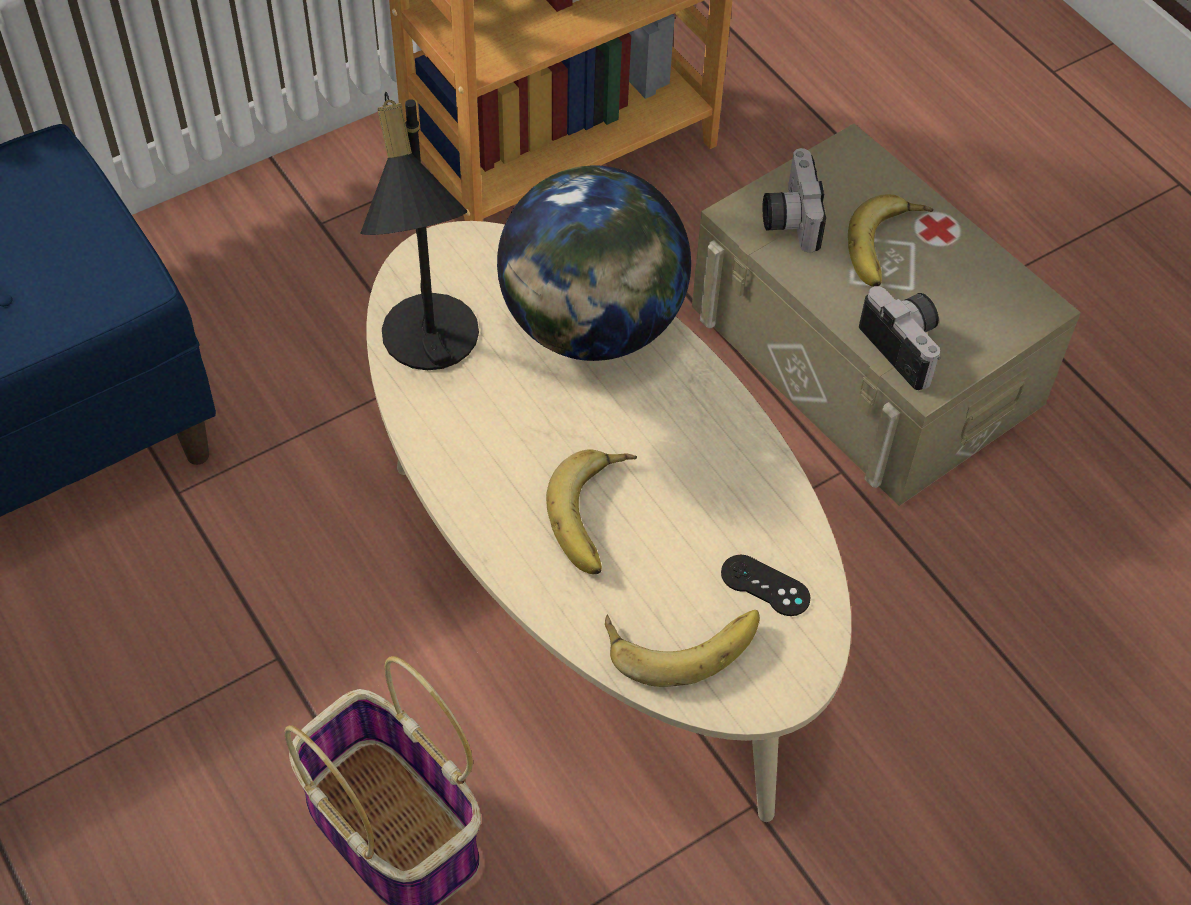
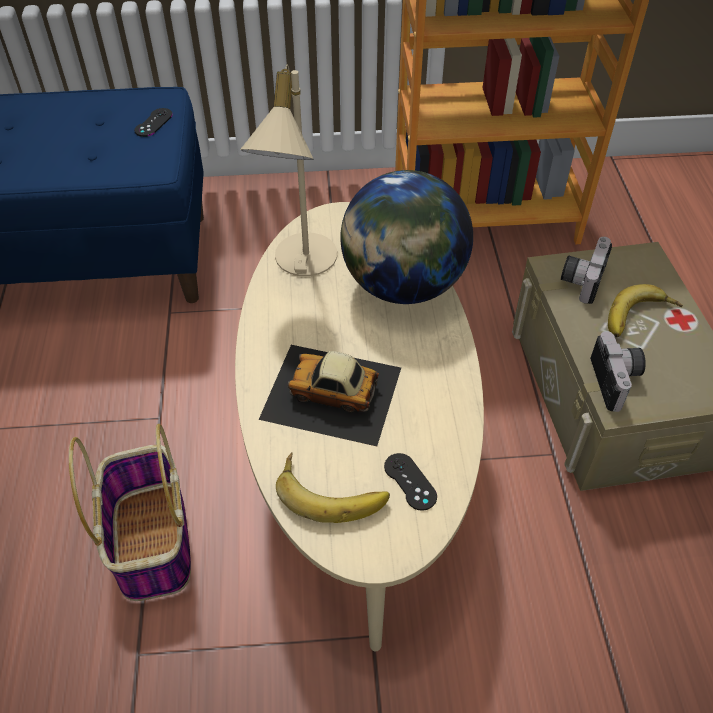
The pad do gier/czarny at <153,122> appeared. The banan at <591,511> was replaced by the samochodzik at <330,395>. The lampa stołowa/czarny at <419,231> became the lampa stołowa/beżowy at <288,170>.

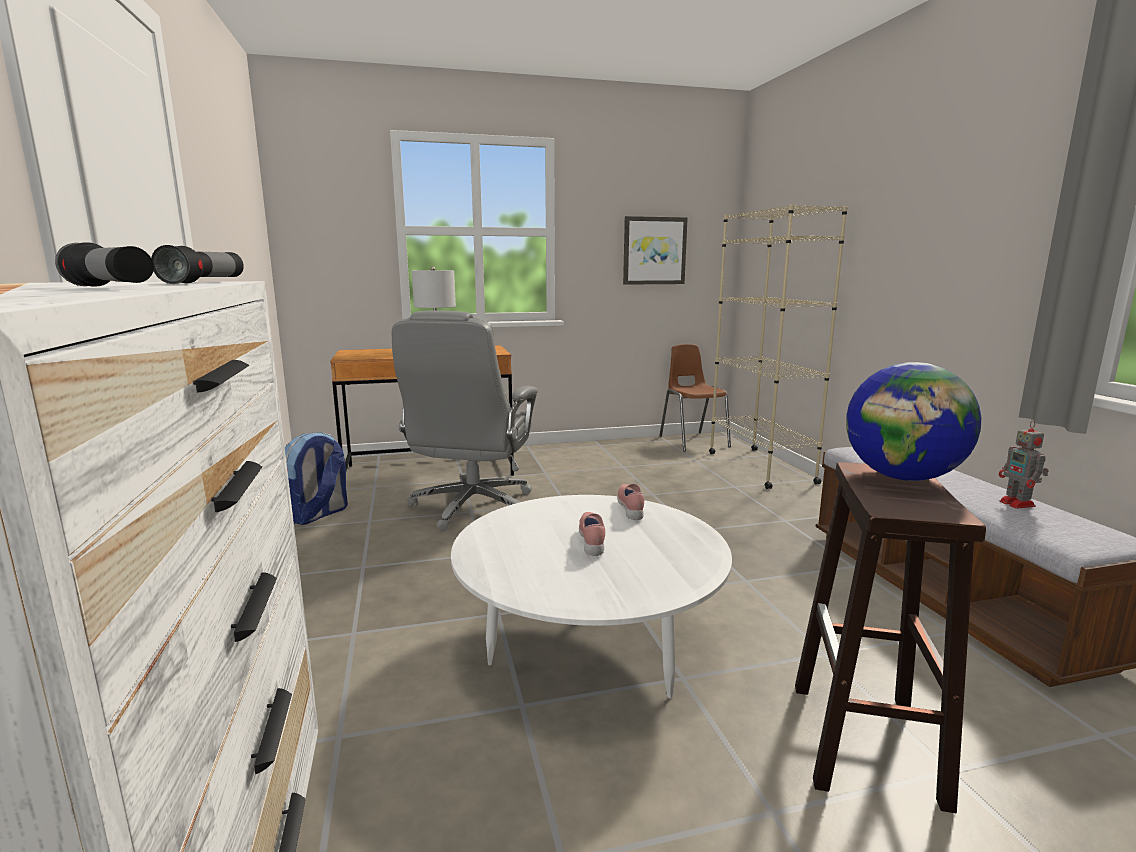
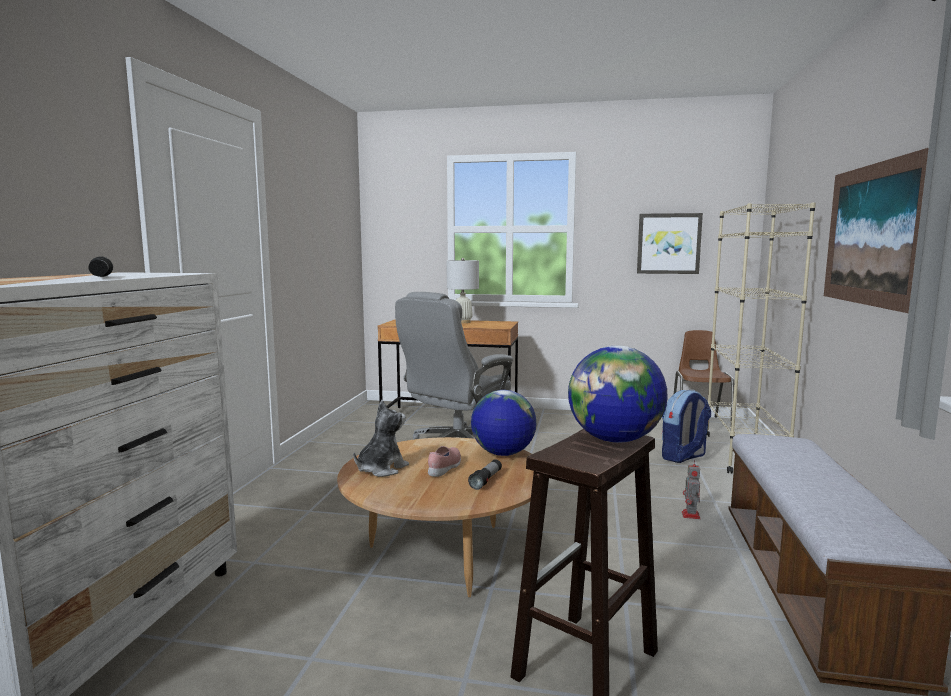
The pluszak at <381,438> appeared. The obraz at <876,230> appeared. The latarka moved from <197,264> to <485,474>. The plecak moved from <316,478> to <686,426>. The robot zabawkowy moved from <1024,465> to <691,489>. The but/różowy at <630,502> was replaced by the globus at <503,423>. The ława/biały at <591,597> became the ława/brązowy at <435,517>.

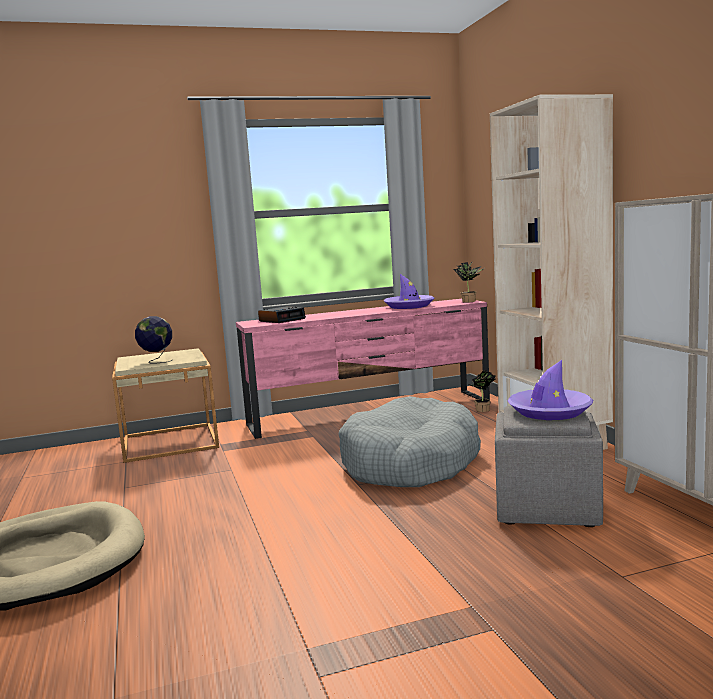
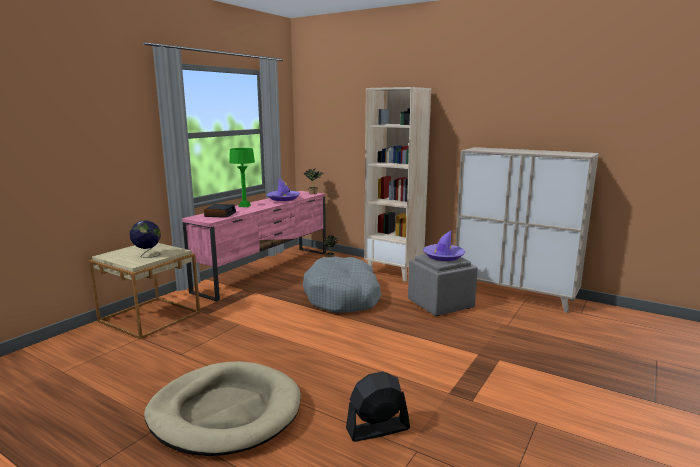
The lampa stołowa/zielony at <242,177> appeared. The wentylator/czarny at <378,407> appeared.

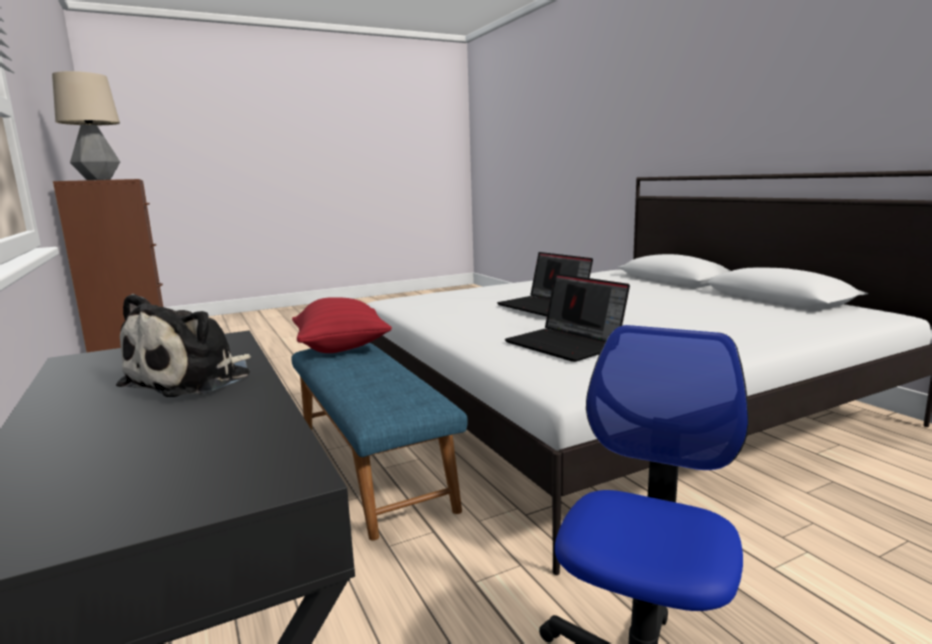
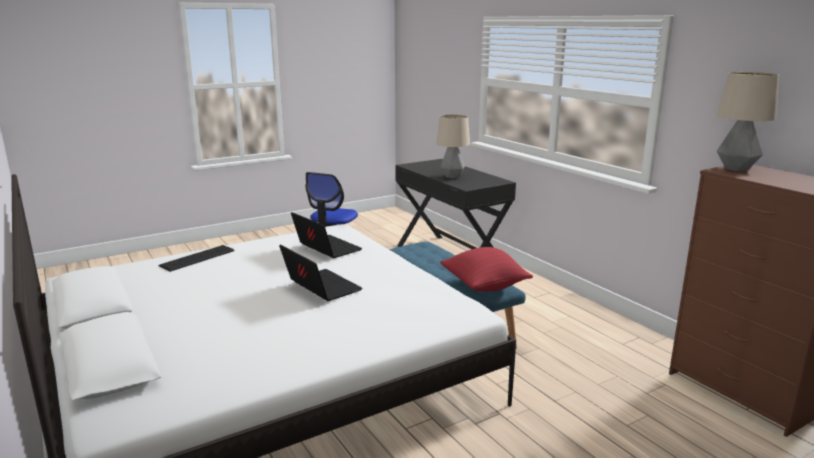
The klawiatura at <196,258> appeared. The pluszak at <183,345> was replaced by the lampa stołowa at <453,146>.

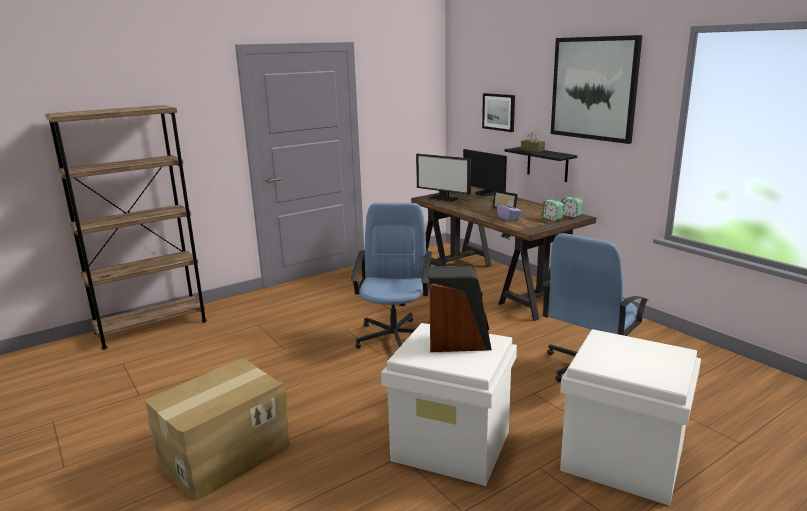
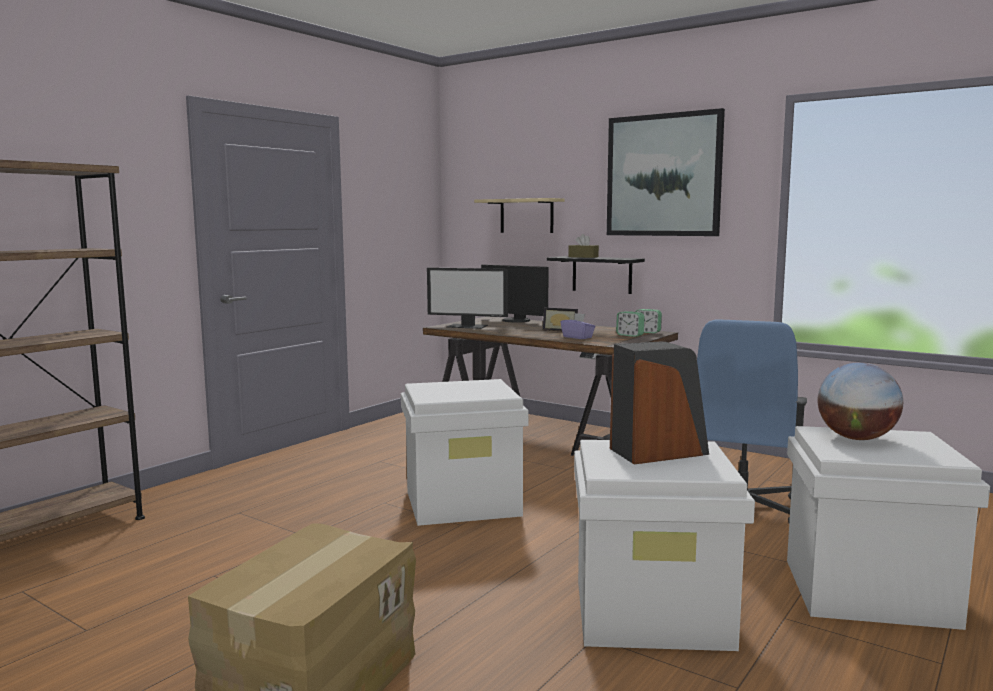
The globus at <860,401> appeared. The krzesło biurowe/niebieski at <391,276> was replaced by the pojemnik do przechowywania/biały at <465,452>. The obraz at <498,112> was replaced by the półka/beżowy at <519,215>.

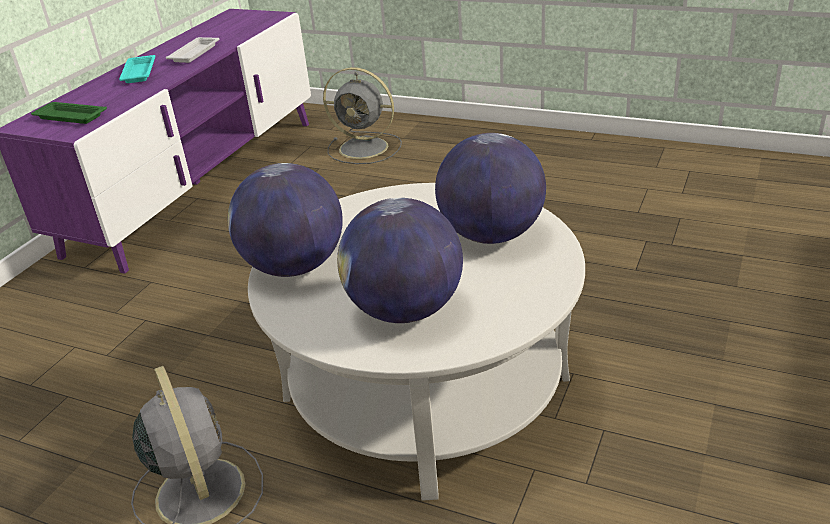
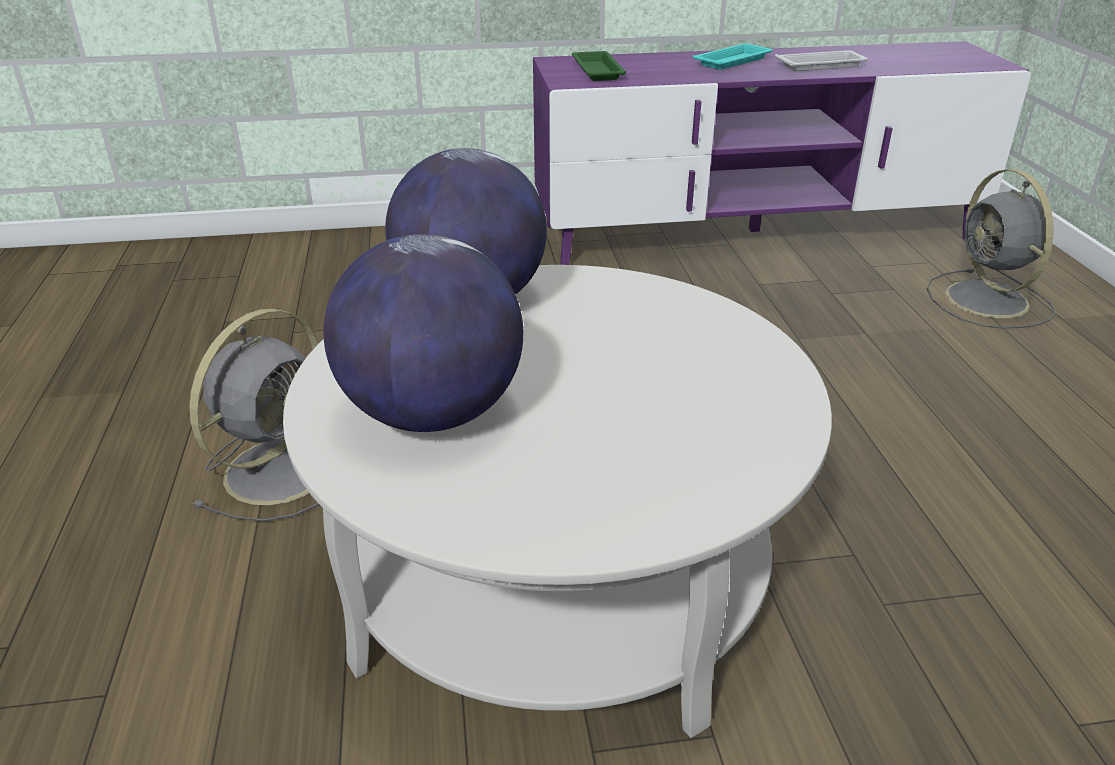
The globus at <490,188> disappeared.

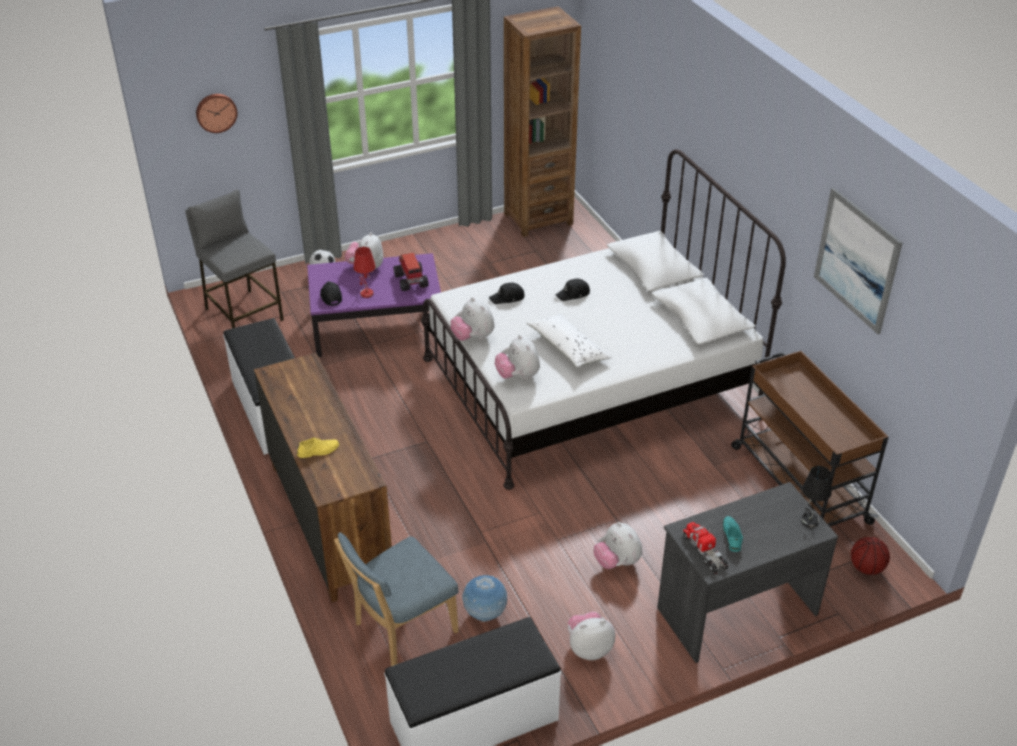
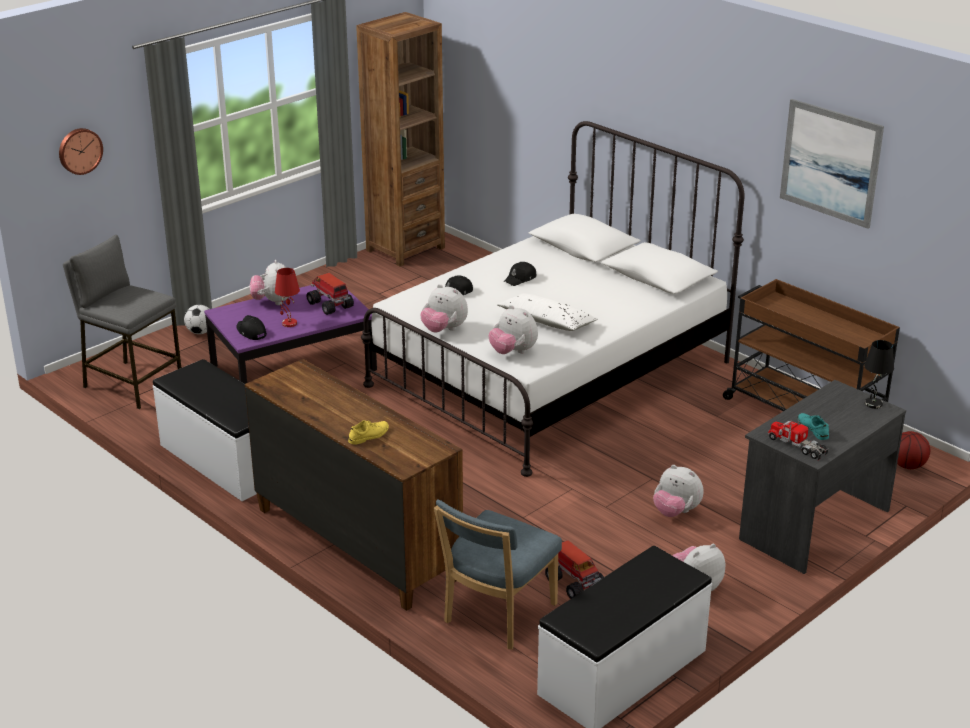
The globus at <484,598> was replaced by the ciężarówka zabawkowa at <574,569>.

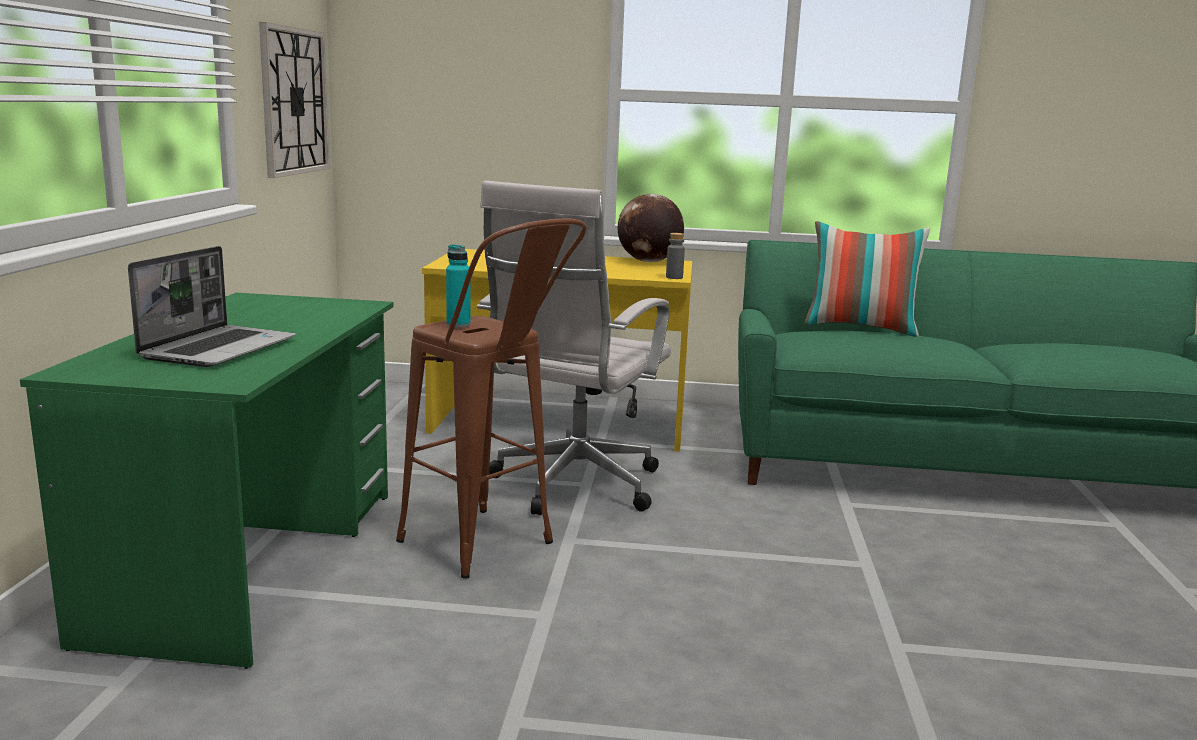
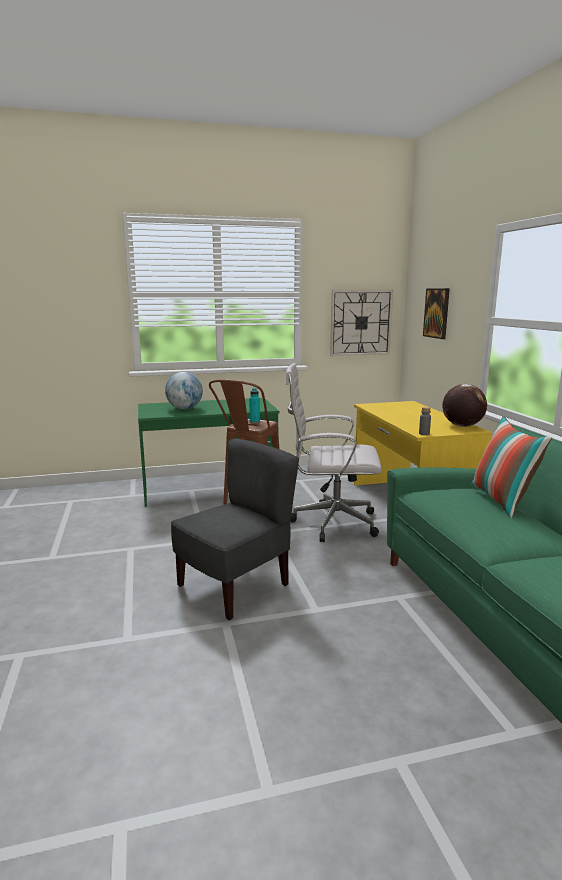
The krzesło/szary at <235,529> appeared. The obraz at <436,313> appeared. The laptop at <212,306> was replaced by the globus at <184,390>.

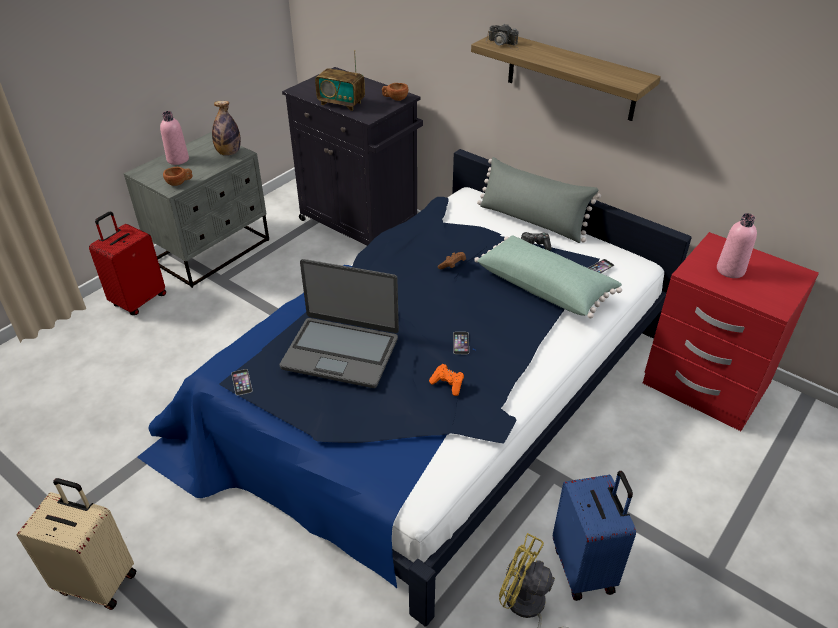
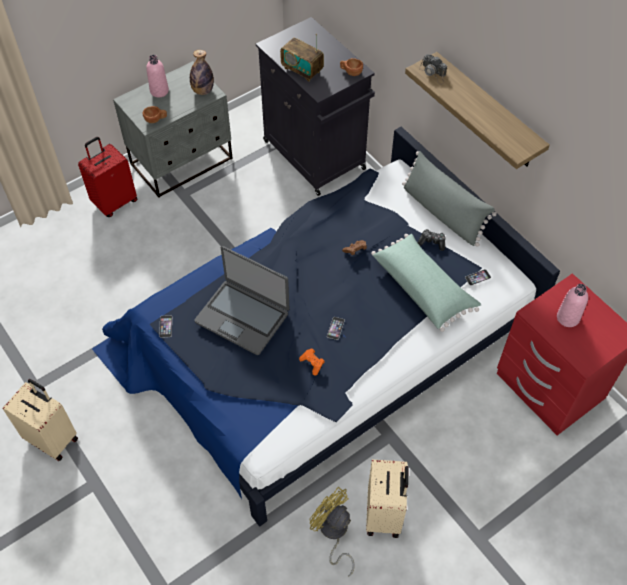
The walizka/niebieski at <594,536> became the walizka/beżowy at <387,498>.

